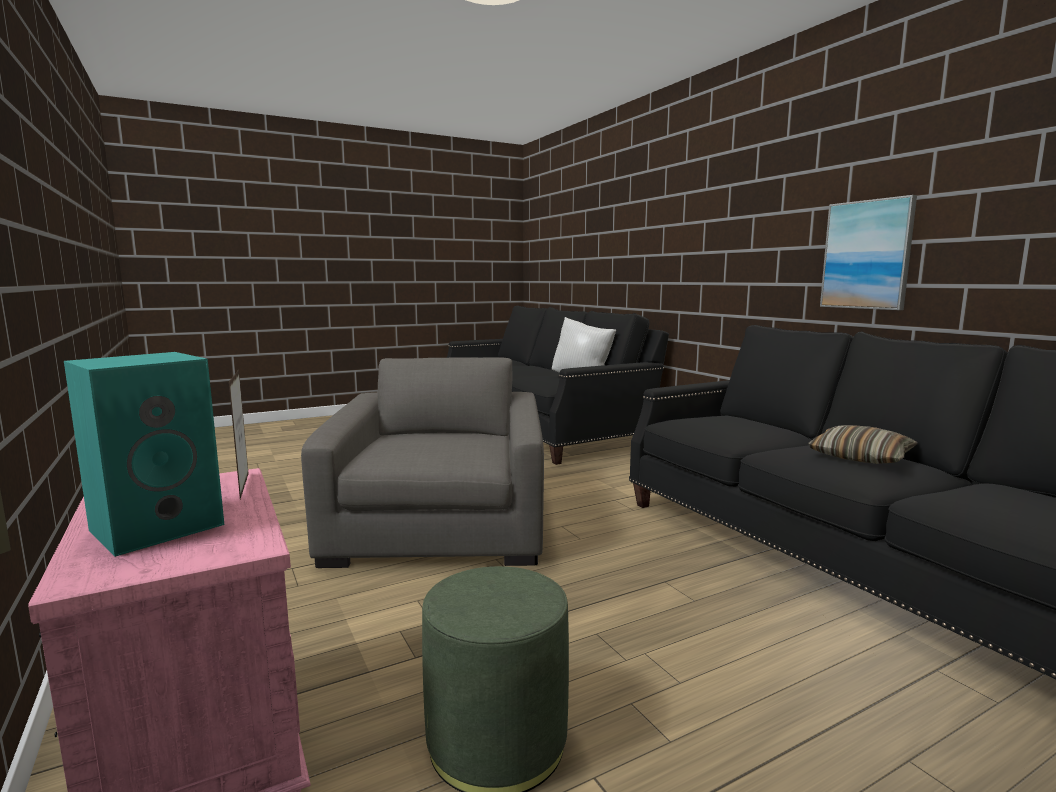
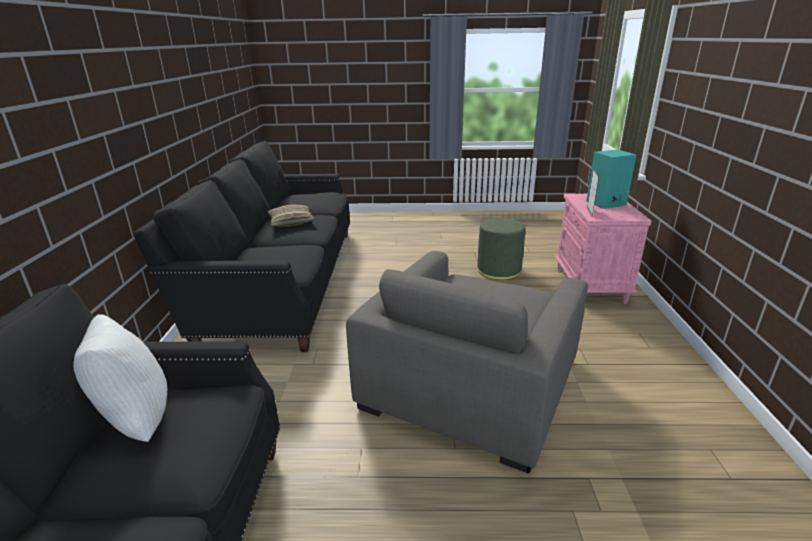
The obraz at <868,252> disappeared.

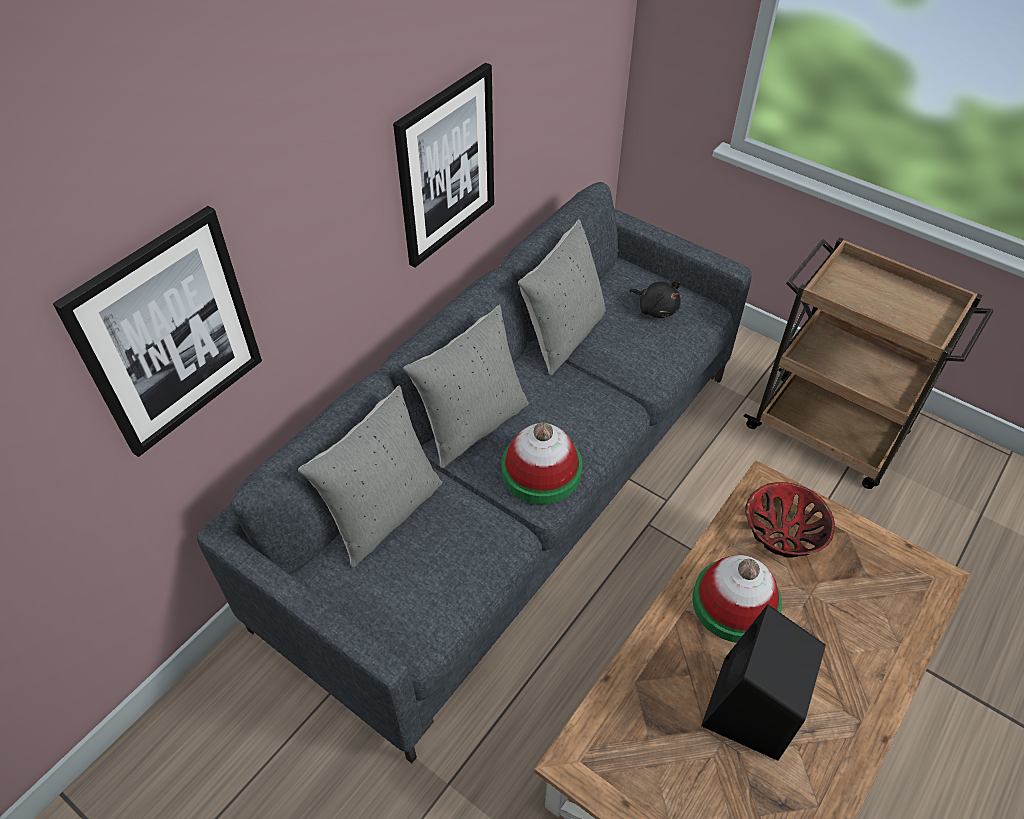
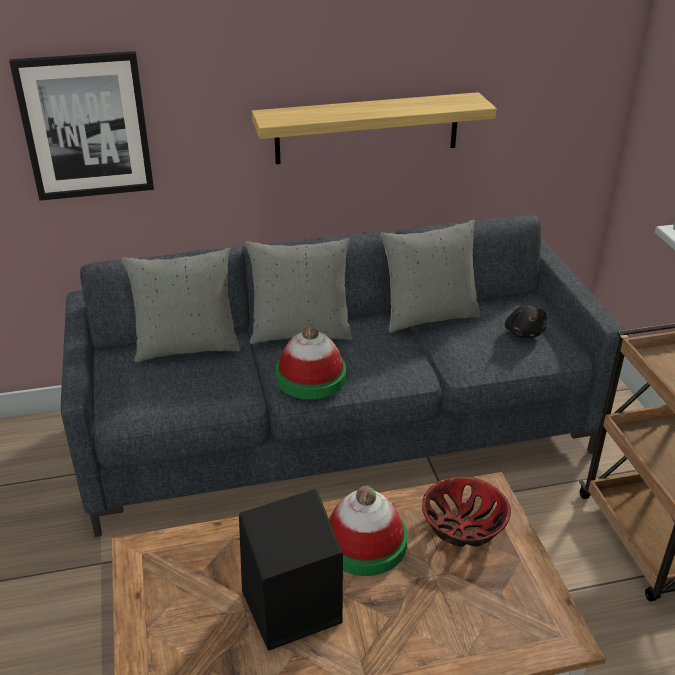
The obraz at <443,165> was replaced by the półka at <374,128>.

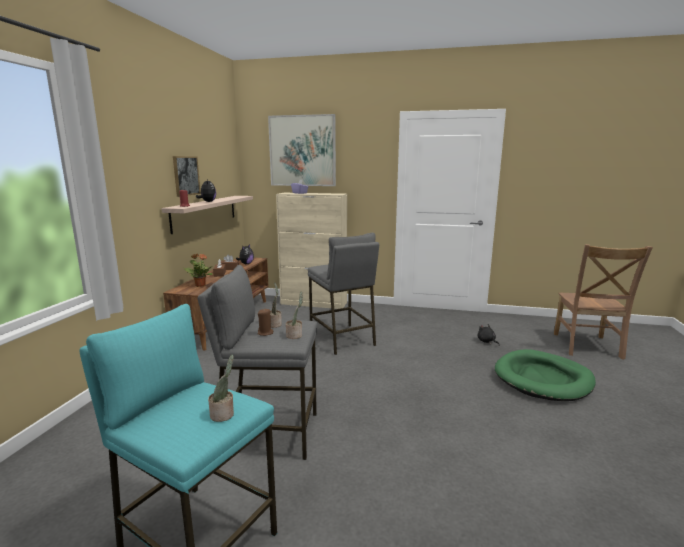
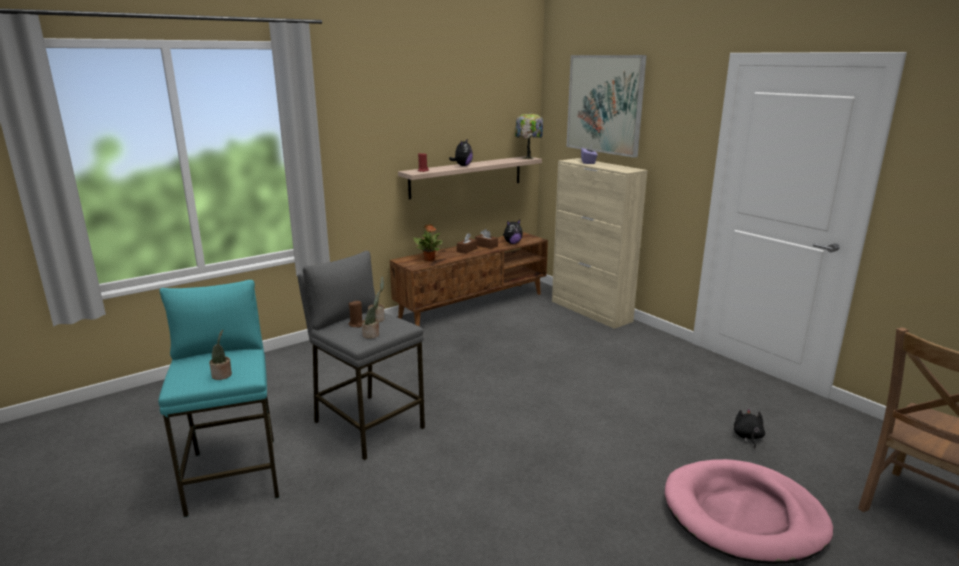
The obraz at <187,176> disappeared. The stołek/szary at <343,294> disappeared. The lampa stołowa at <529,136> appeared. The legowisko/zielony at <545,375> became the legowisko/różowy at <749,511>.

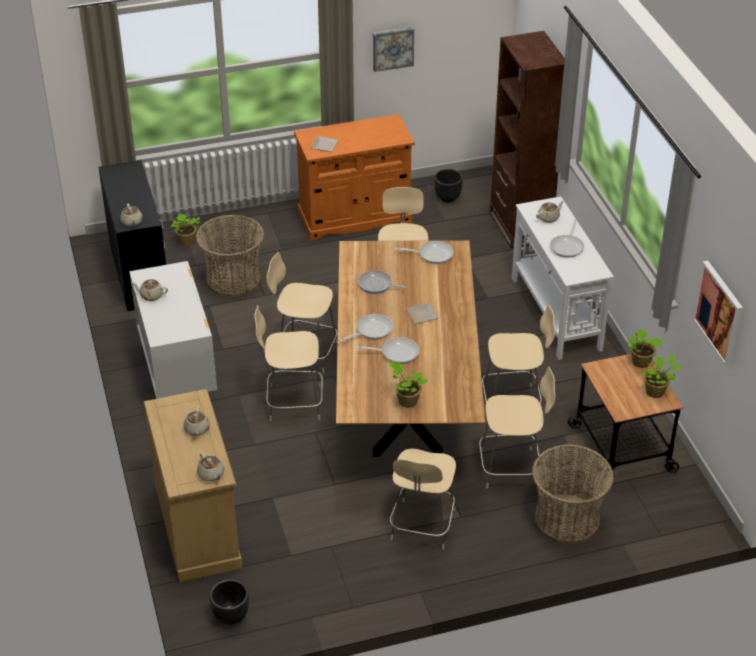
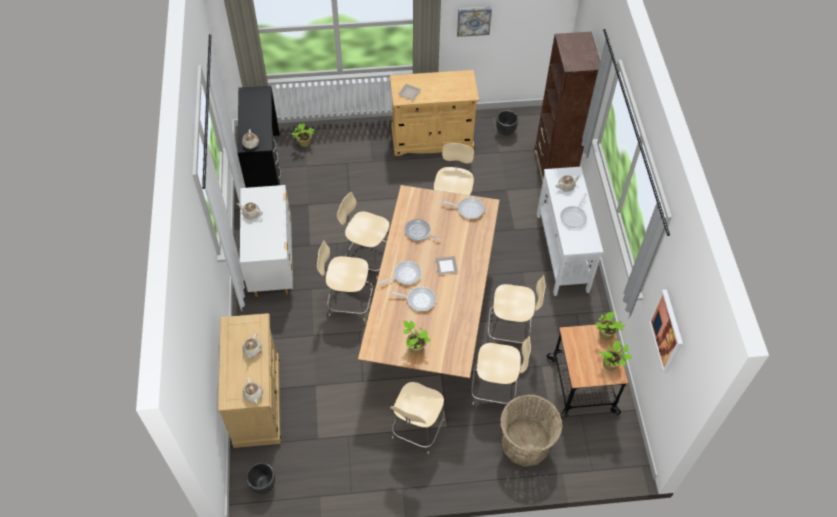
The koszyk at <230,256> disappeared. The szafka/pomarańczowy at <354,177> became the szafka/beżowy at <434,113>.

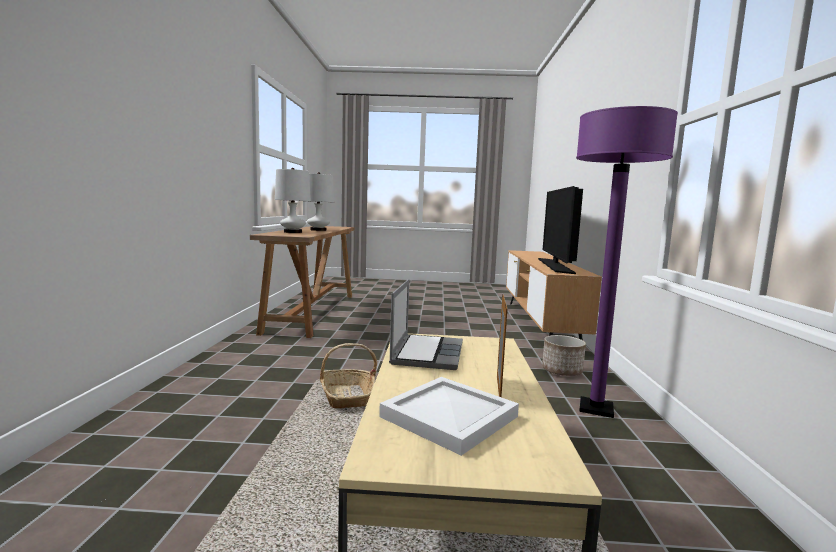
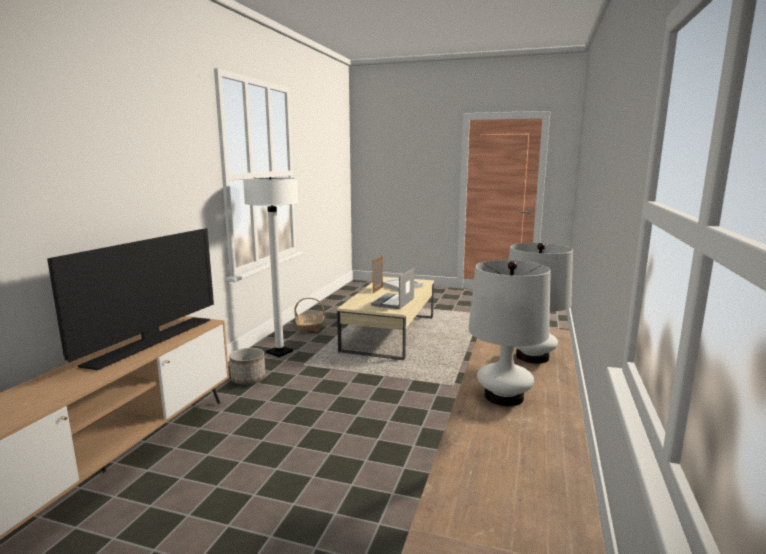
The koszyk moved from <348,375> to <309,315>. The lampa stojąca/fioletowy at <627,262> became the lampa stojąca/biały at <271,267>.

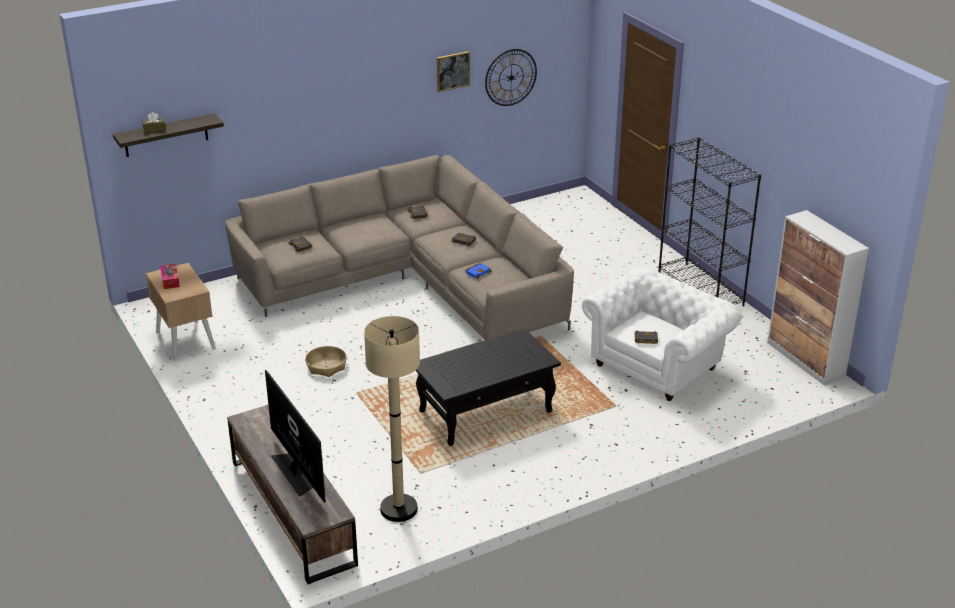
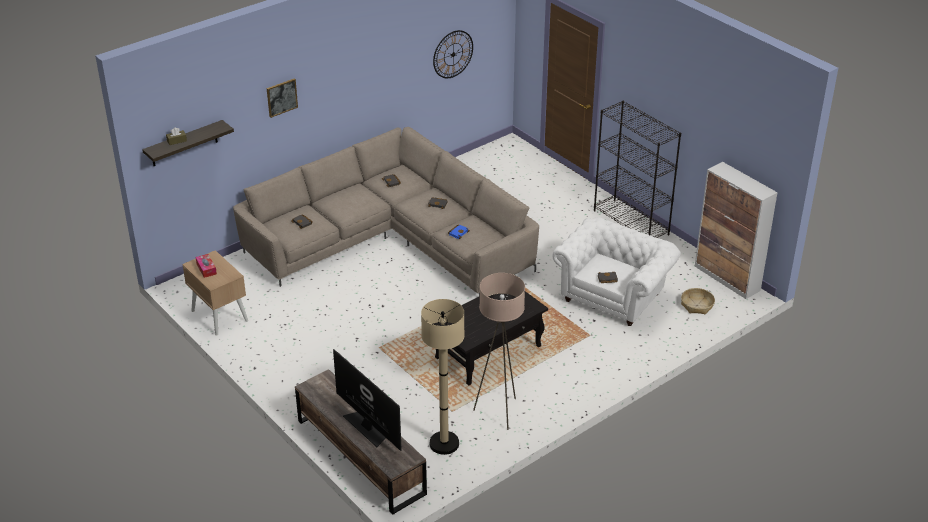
The lampa stojąca/beżowy at <499,351> appeared. The koszyk moved from <326,361> to <698,301>. The obraz moved from <453,71> to <282,98>.

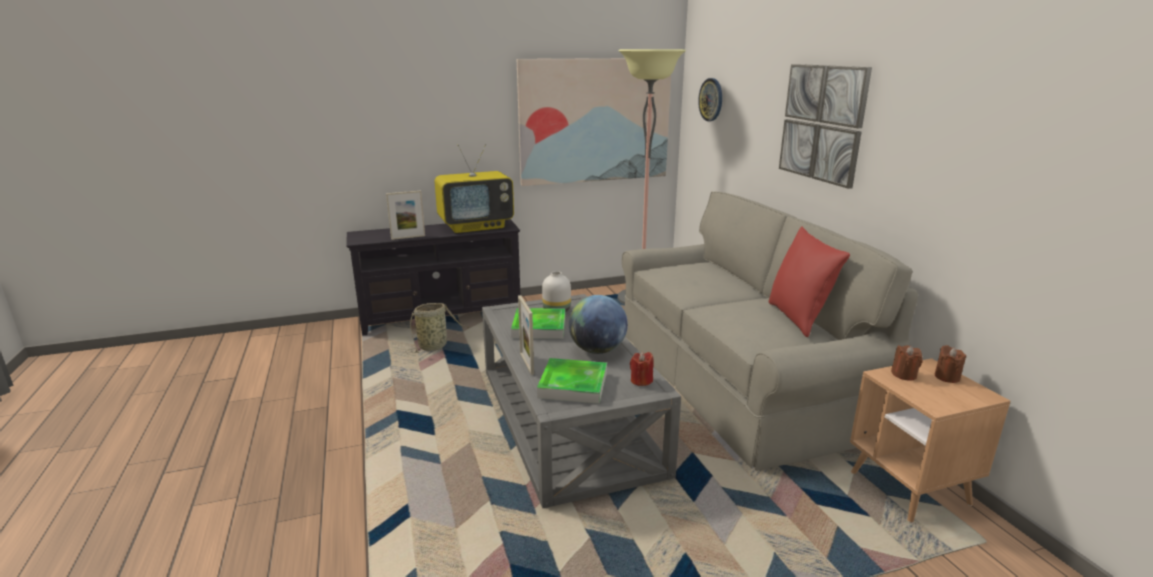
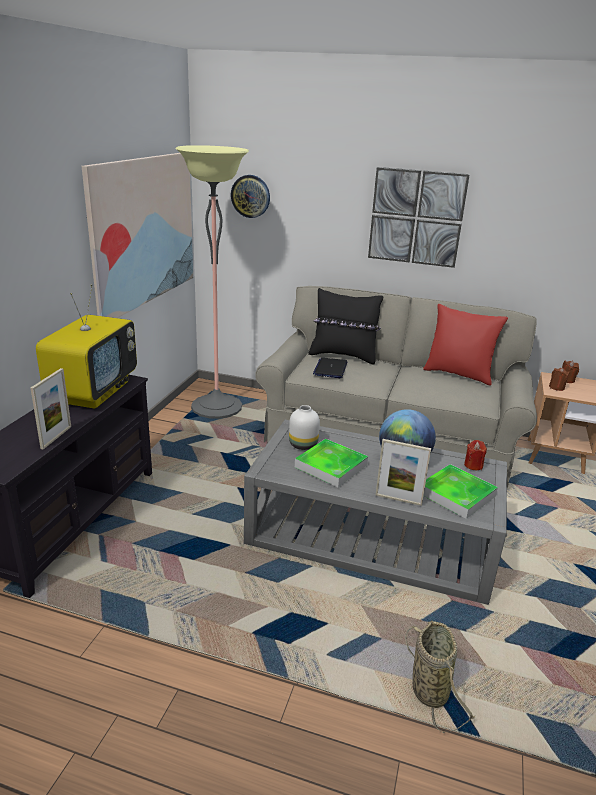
The poduszka/czarny at <345,326> appeared. The laptop at <330,368> appeared. The koszyk moved from <437,328> to <440,677>.

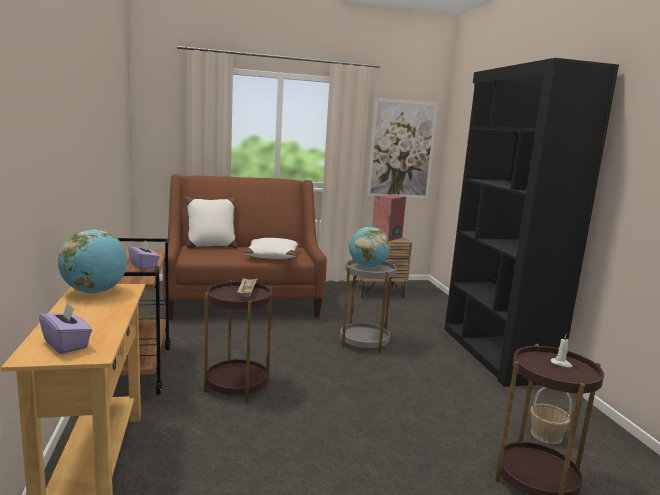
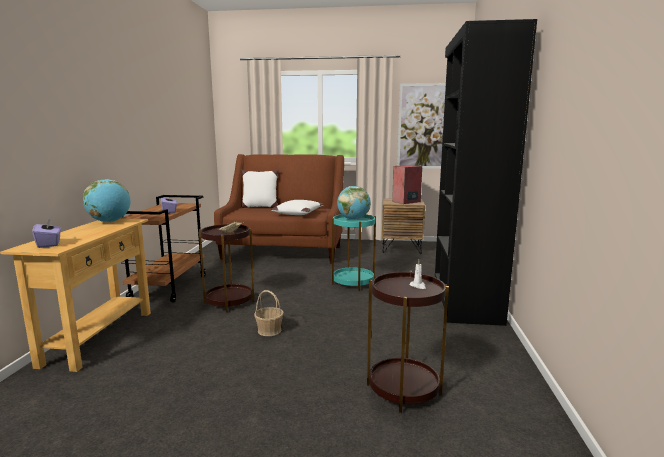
The koszyk moved from <551,415> to <269,313>. The stolik/szary at <368,306> became the stolik/turkusowy at <354,252>.

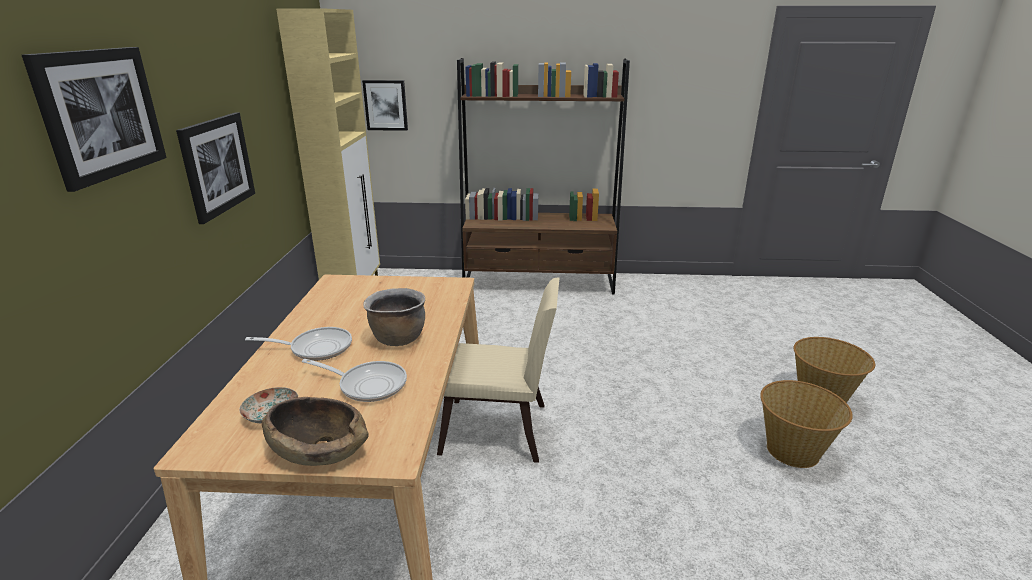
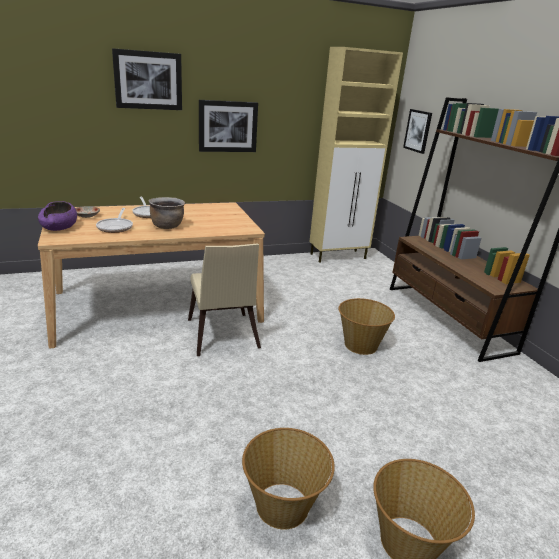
The koszyk at <366,326> appeared. The miska/brązowy at <315,431> became the miska/fioletowy at <57,216>.

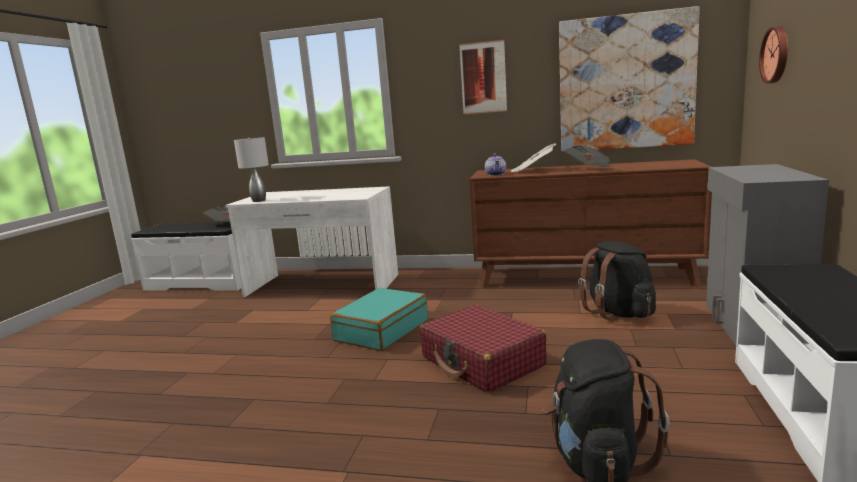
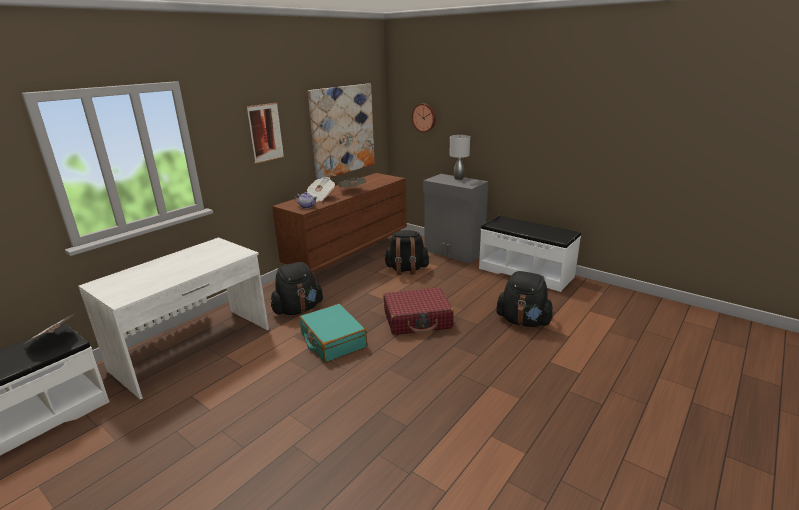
The plecak/czarny at <297,288> appeared. The lampa stołowa/szary moved from <251,169> to <459,157>.

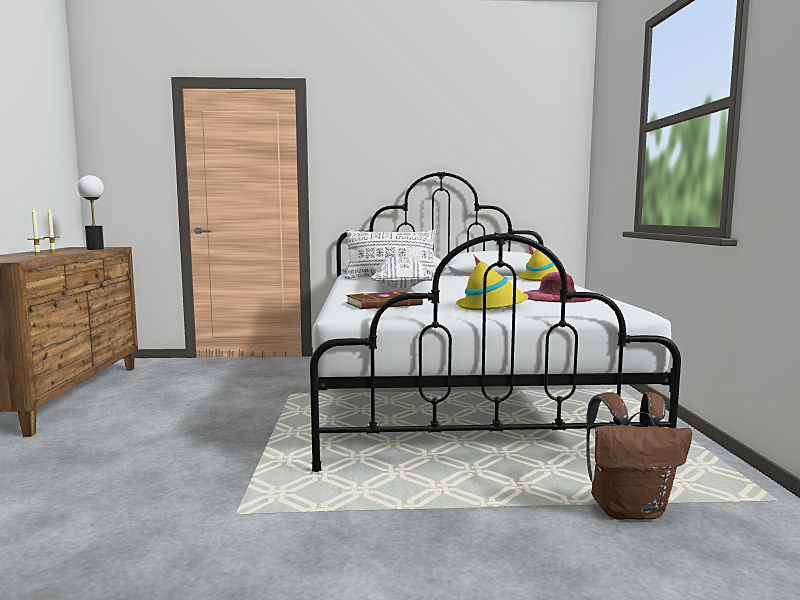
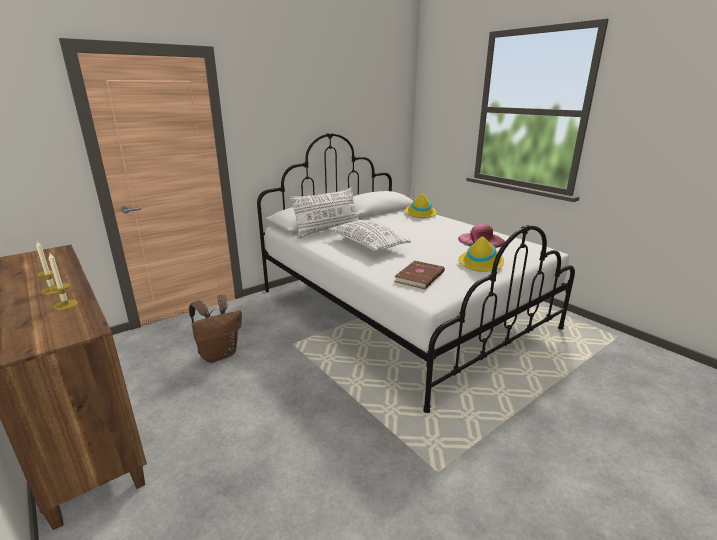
The lampa stołowa at <90,212> disappeared. The plecak/brązowy moved from <639,456> to <215,329>.

